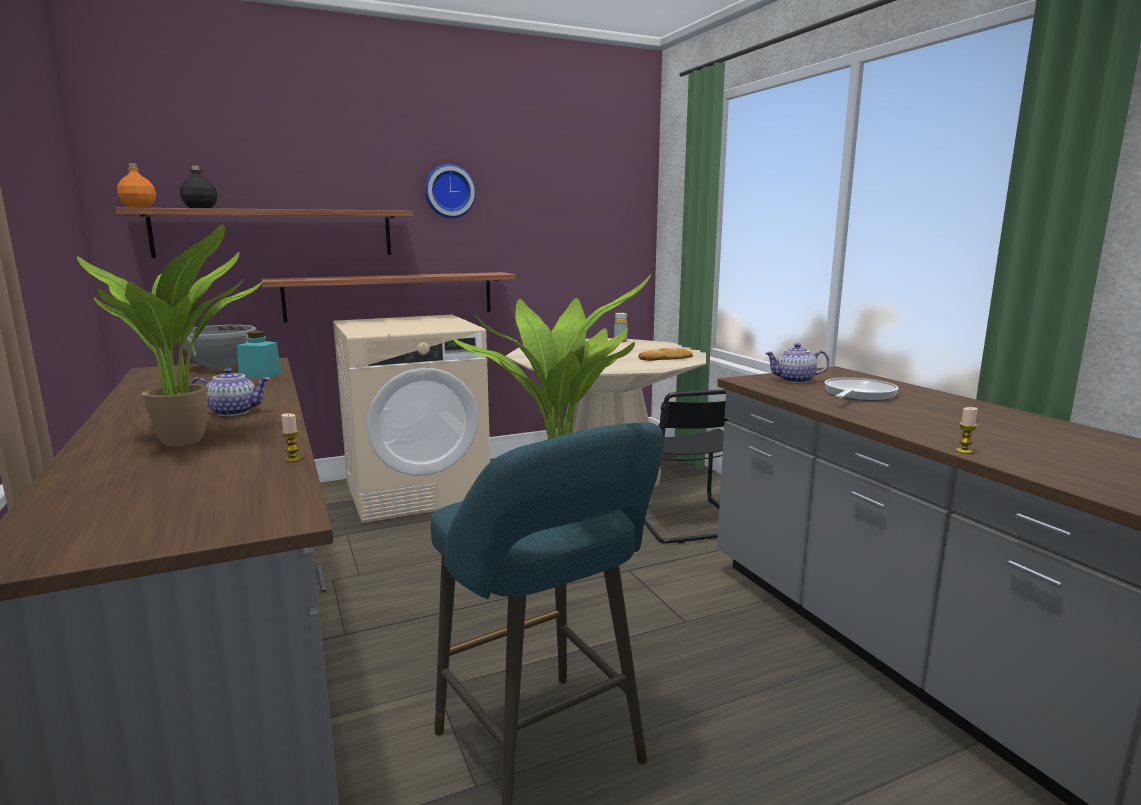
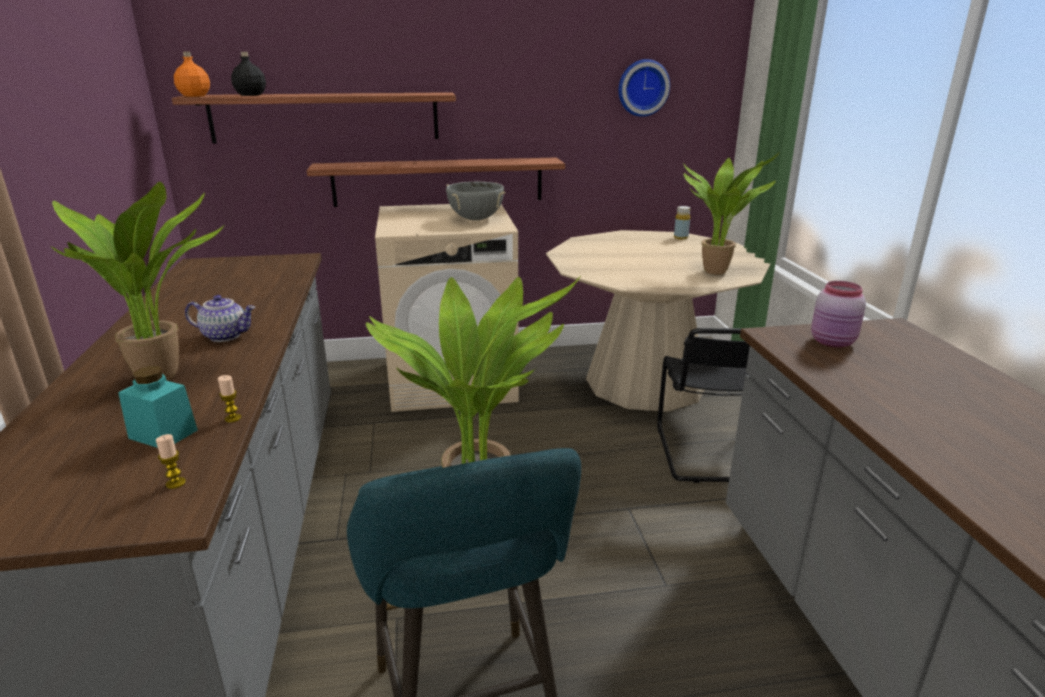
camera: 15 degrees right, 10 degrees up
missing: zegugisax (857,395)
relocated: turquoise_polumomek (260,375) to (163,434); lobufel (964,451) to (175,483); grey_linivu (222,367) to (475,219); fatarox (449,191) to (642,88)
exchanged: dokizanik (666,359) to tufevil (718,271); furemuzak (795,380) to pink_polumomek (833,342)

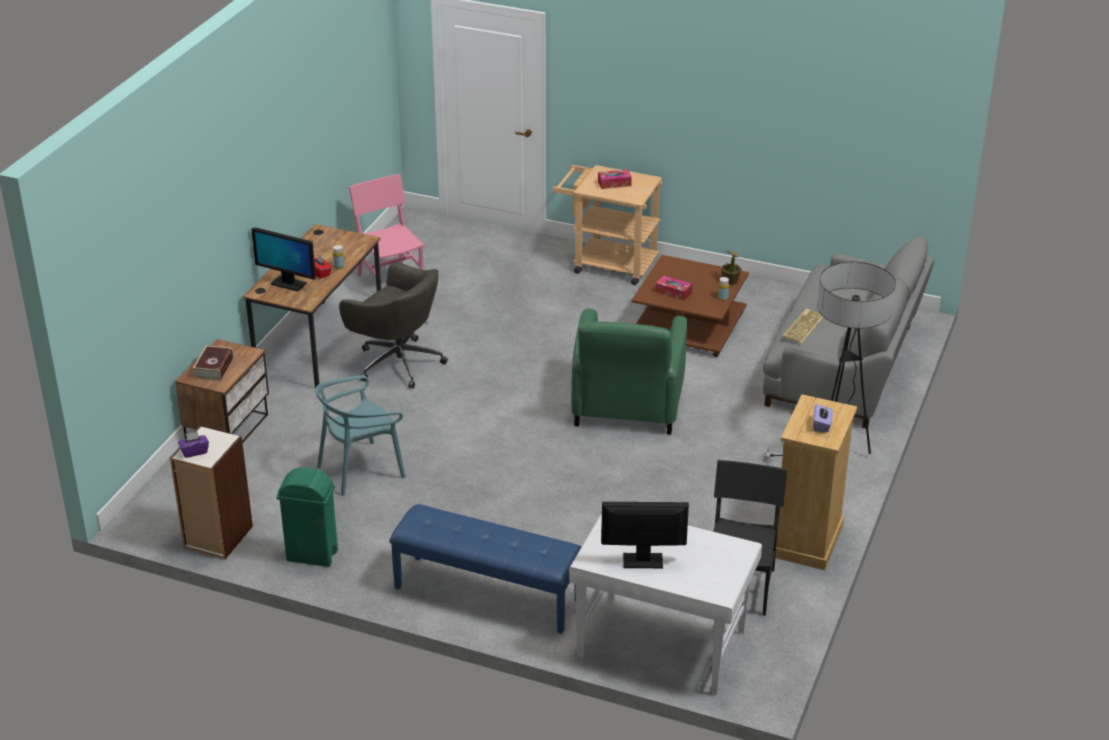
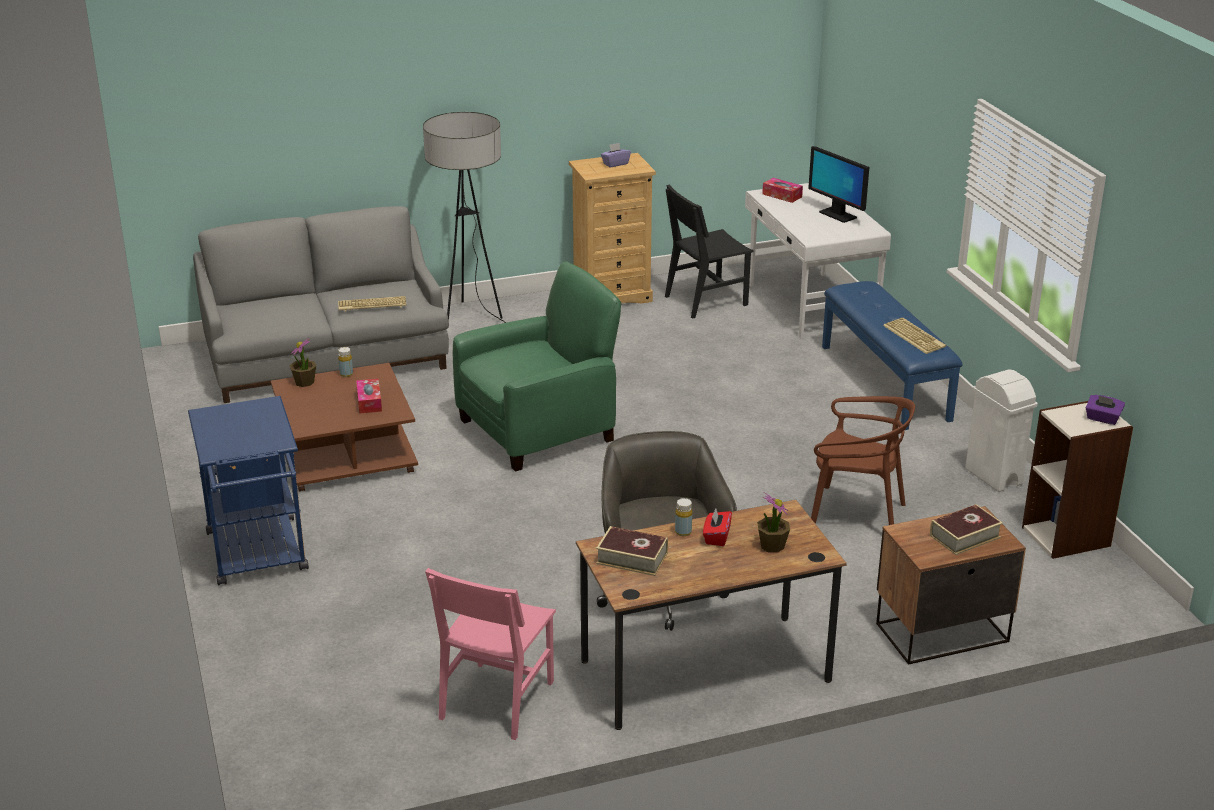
camera: 130 degrees left, 5 degrees down
appeared: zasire (632,558); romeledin (915,337)
relocated: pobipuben (614,183) to (782,195)
exchanged: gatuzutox (288,283) to tufevil (772,545)
colour: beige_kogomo (607,264) to blue_kogomo (259,557); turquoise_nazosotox (360,470) to brown_nazosotox (856,515); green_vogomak (312,556) to white_vogomak (993,476)

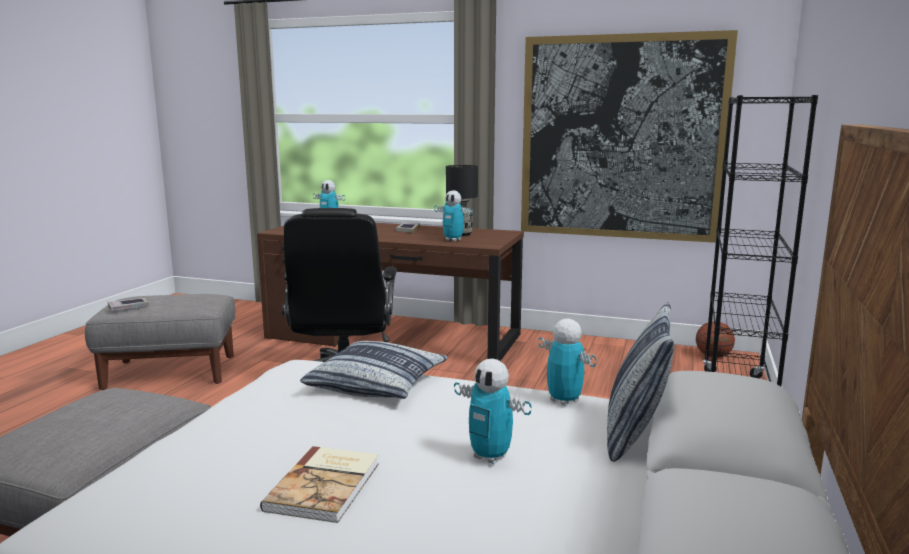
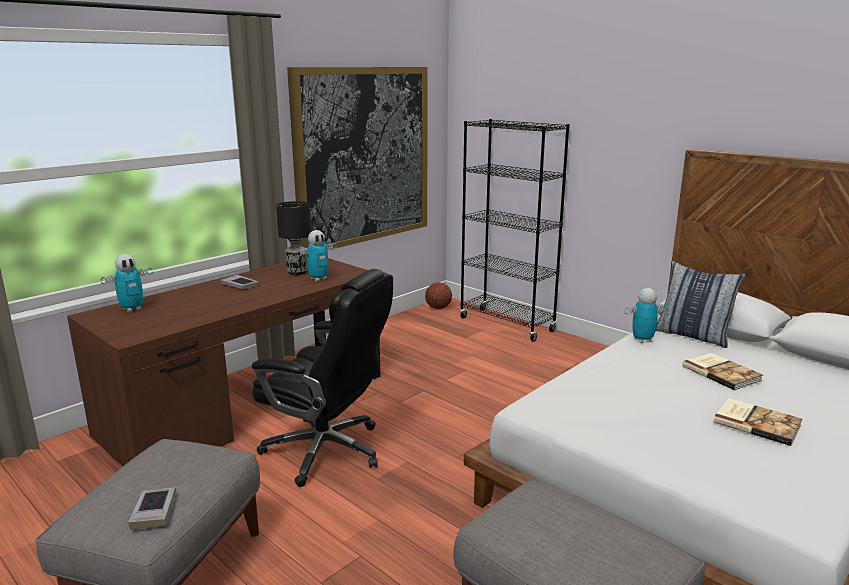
camera: 65 degrees left, 5 degrees up
missing: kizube (377,384)
exchanged: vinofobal (490,457) to zasire (721,372)

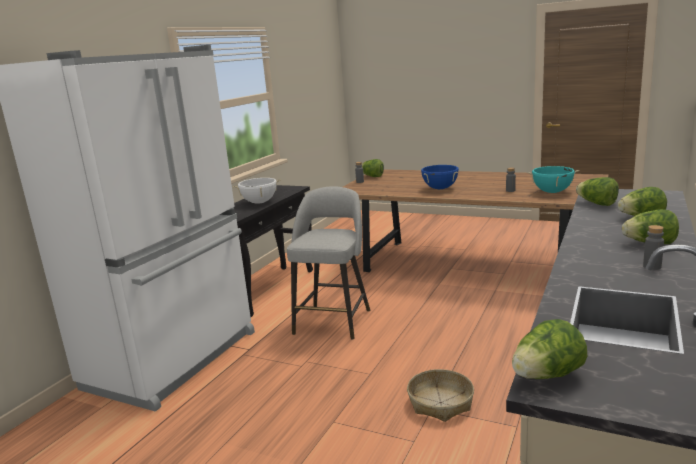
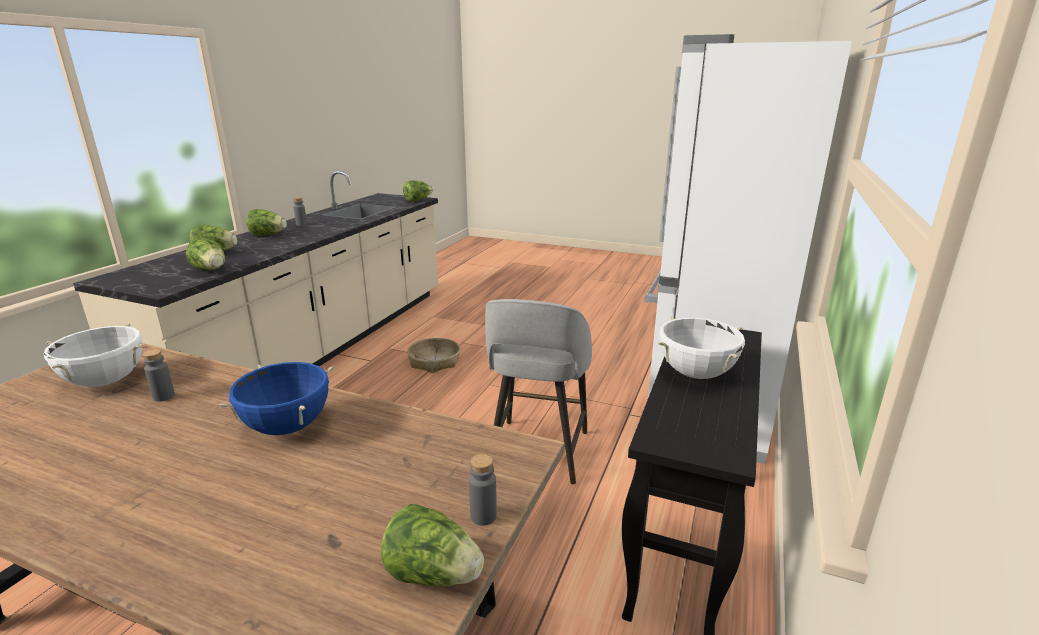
camera: 175 degrees right, 5 degrees up
colour: turquoise_linivu (552,192) to white_linivu (106,381)

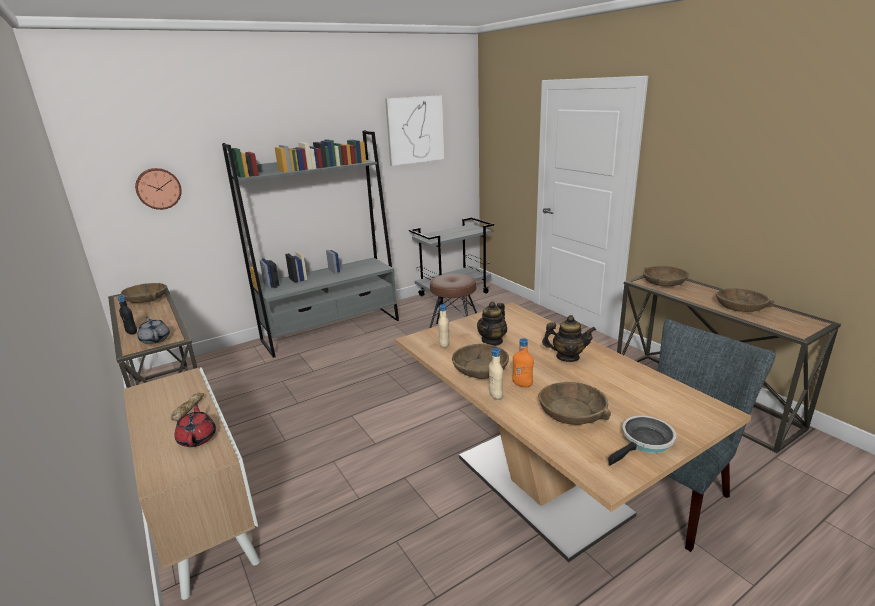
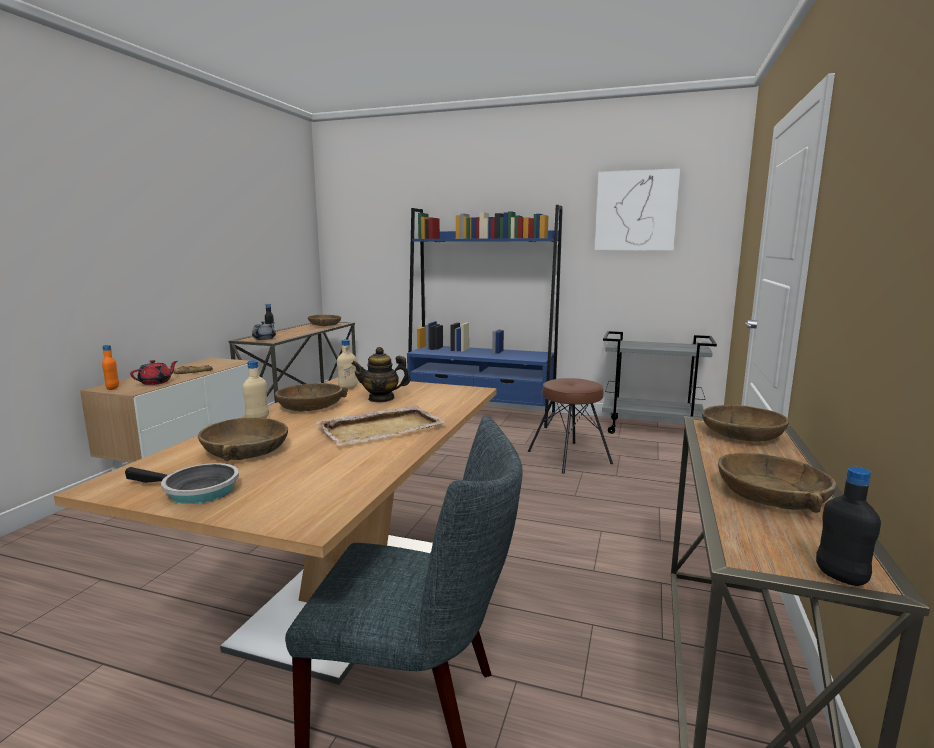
camera: 50 degrees right, 10 degrees down
missing: fatarox (158,188)
appeared: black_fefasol (840,577)
relocated: orange_fefasol (522,385) to (113,388)
exchanged: furemuzak (567,357) to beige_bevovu (382,428)
colour: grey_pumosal (332,330) to blue_pumosal (481,414)

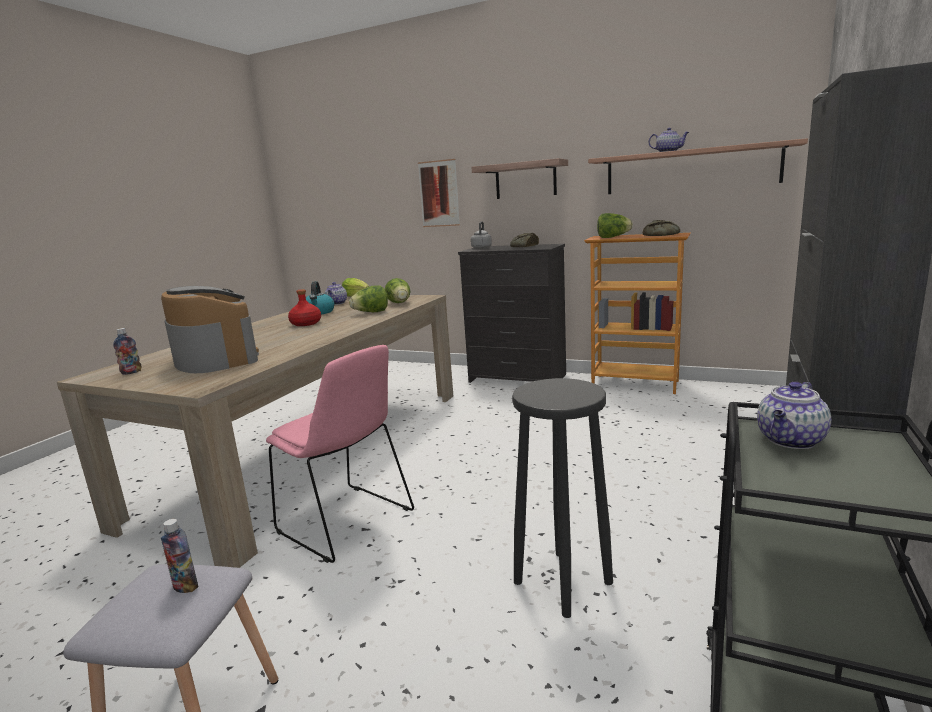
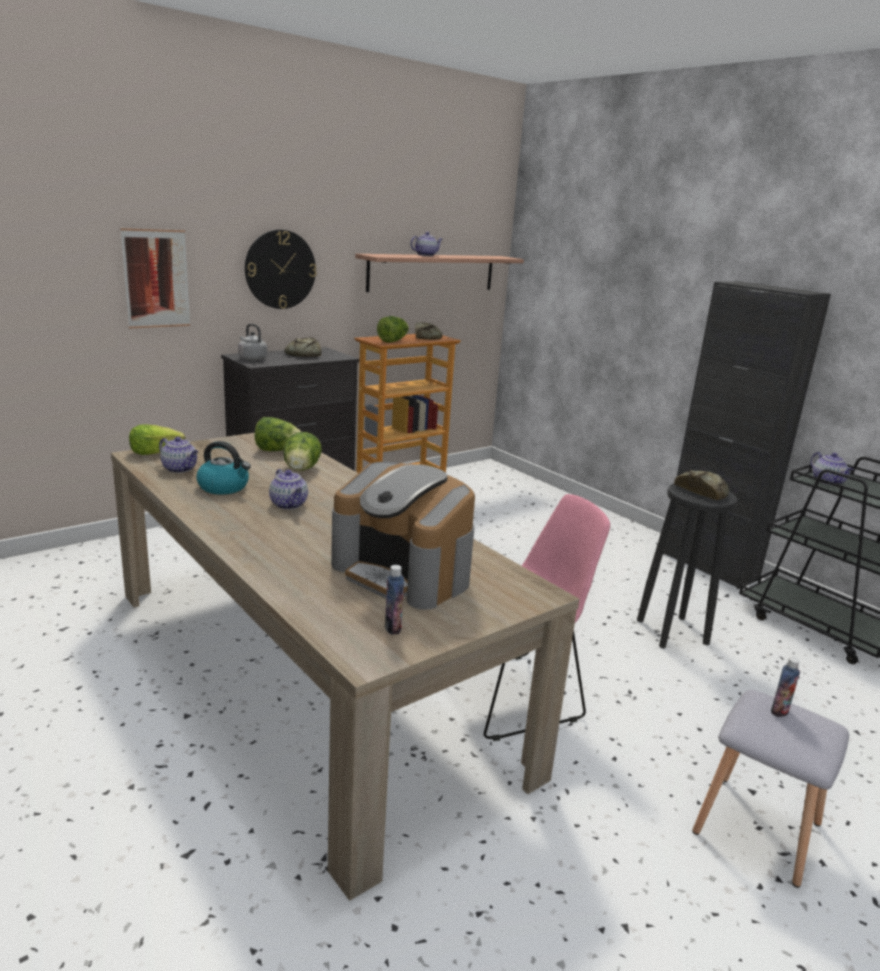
camera: 65 degrees left, 5 degrees up
appeared: dokizanik (702,491)
exchanged: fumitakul (525,180) to fatarox (280,269); red_fefasol (306,324) to furemuzak (289,505)
spun: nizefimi (215,358) = (403,573) 135 degrees counterclockwise

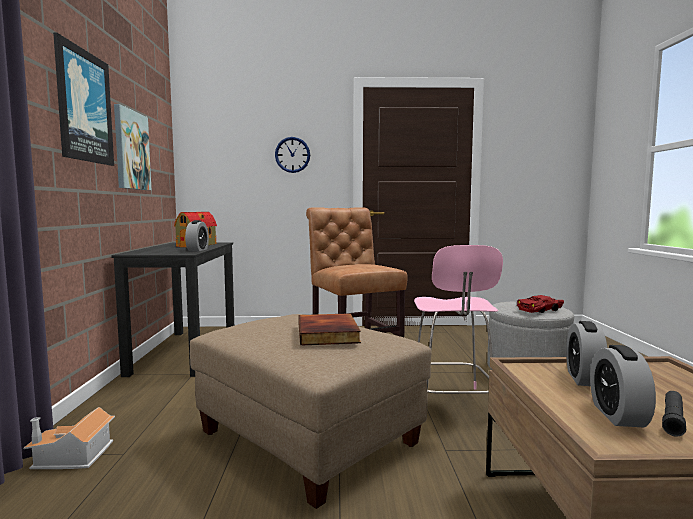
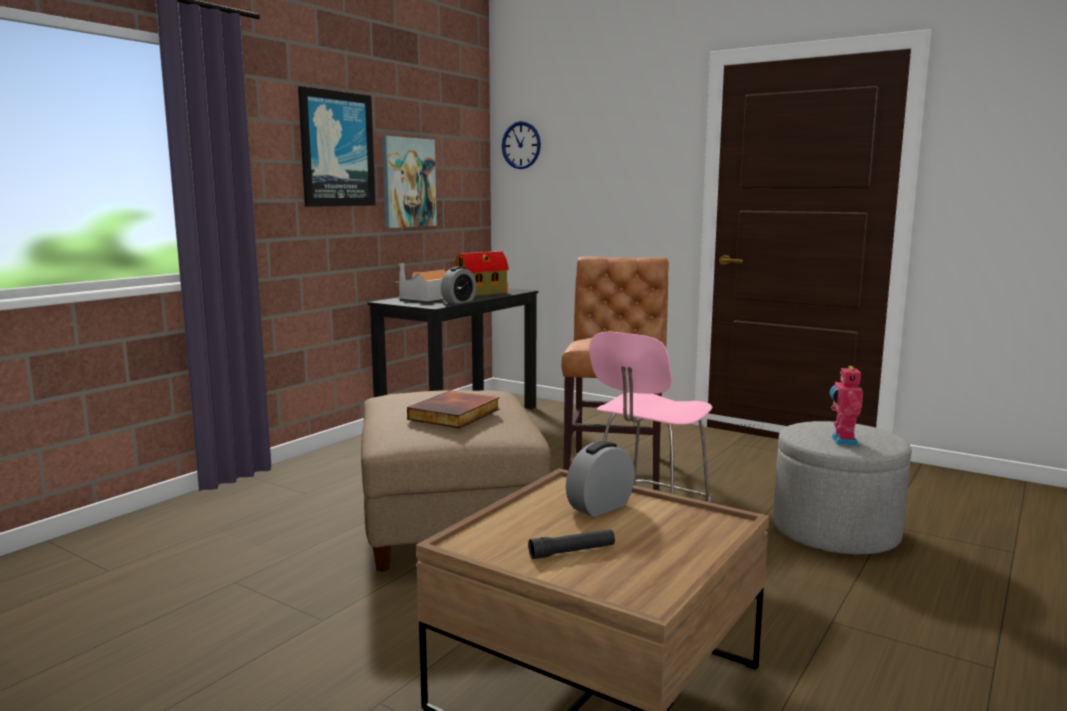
camera: 35 degrees right, 5 degrees up
missing: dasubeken (618,415)
relocated: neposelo (73,457) to (423,298); fatarox (292,155) to (521,145)
exchanged: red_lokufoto (541,310) to vinofobal (842,440)

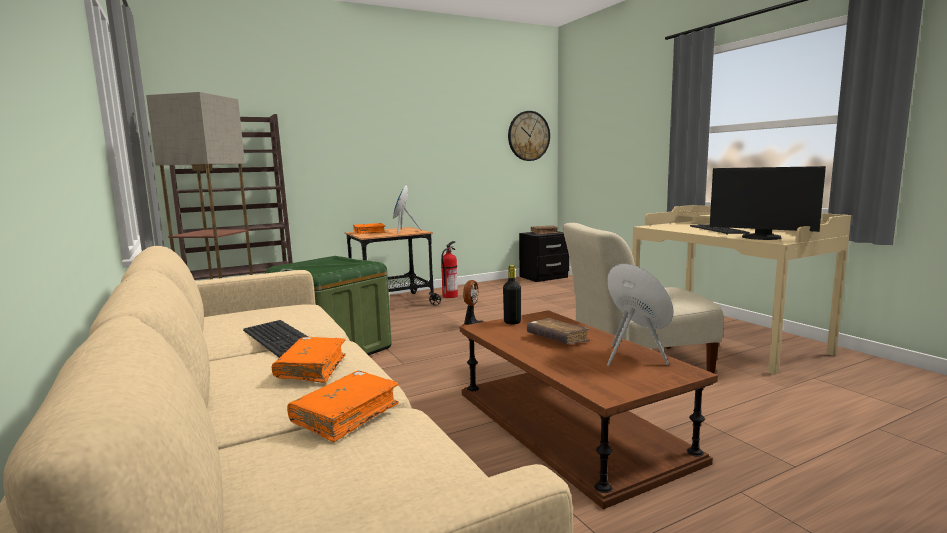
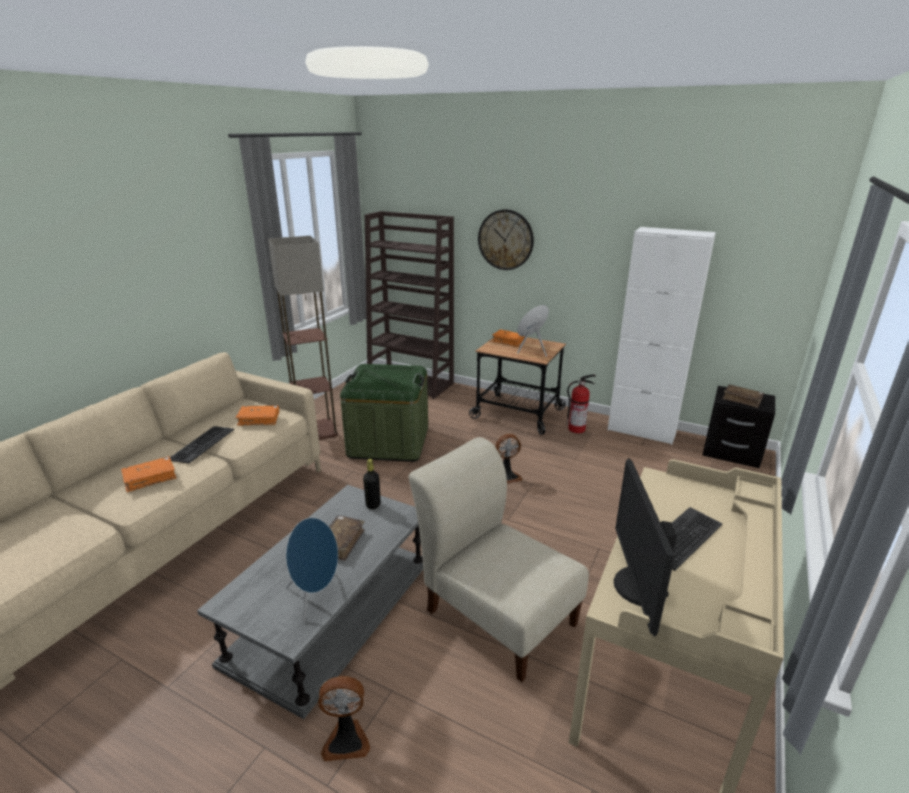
camera: 55 degrees right, 15 degrees up
appeared: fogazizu (346,739); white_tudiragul (641,431)
relocated: orange_zasire (346,415) to (259,419); fatarox (528,136) to (505,240)
colour: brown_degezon (567,424) to grey_degezon (332,608)

